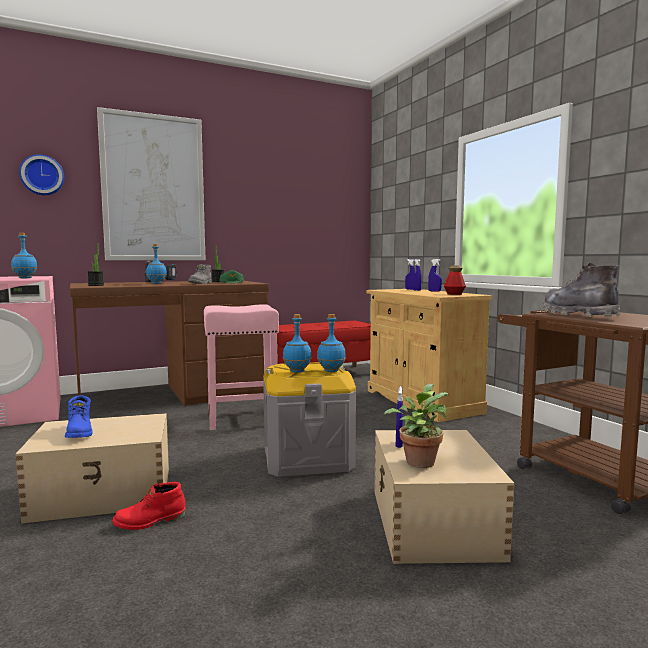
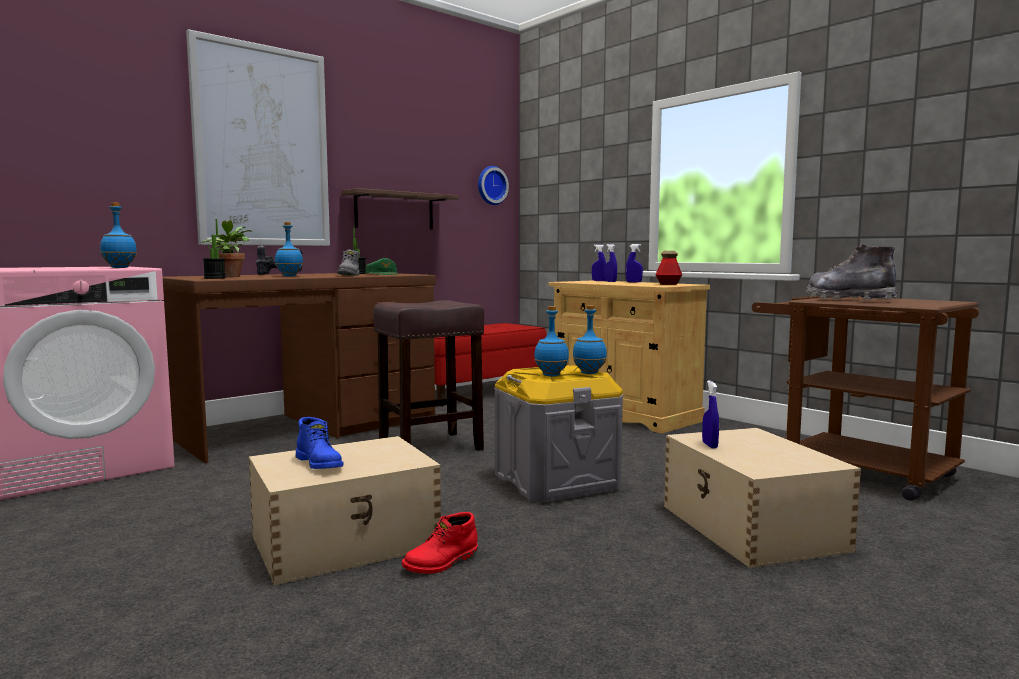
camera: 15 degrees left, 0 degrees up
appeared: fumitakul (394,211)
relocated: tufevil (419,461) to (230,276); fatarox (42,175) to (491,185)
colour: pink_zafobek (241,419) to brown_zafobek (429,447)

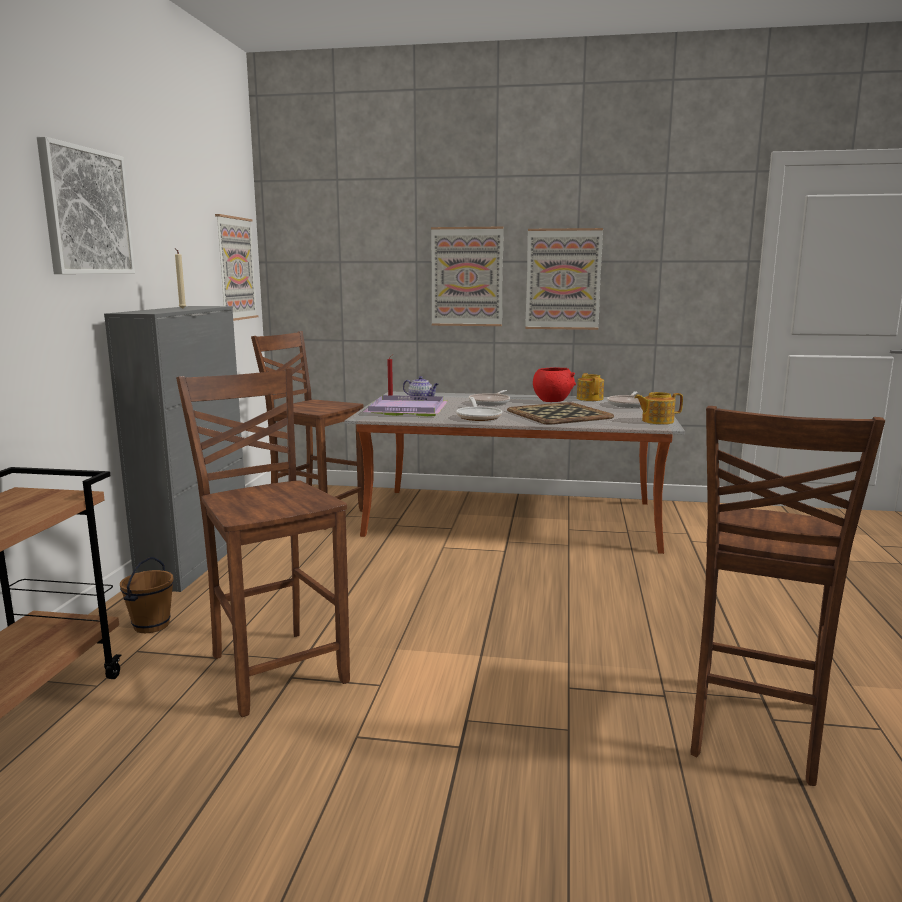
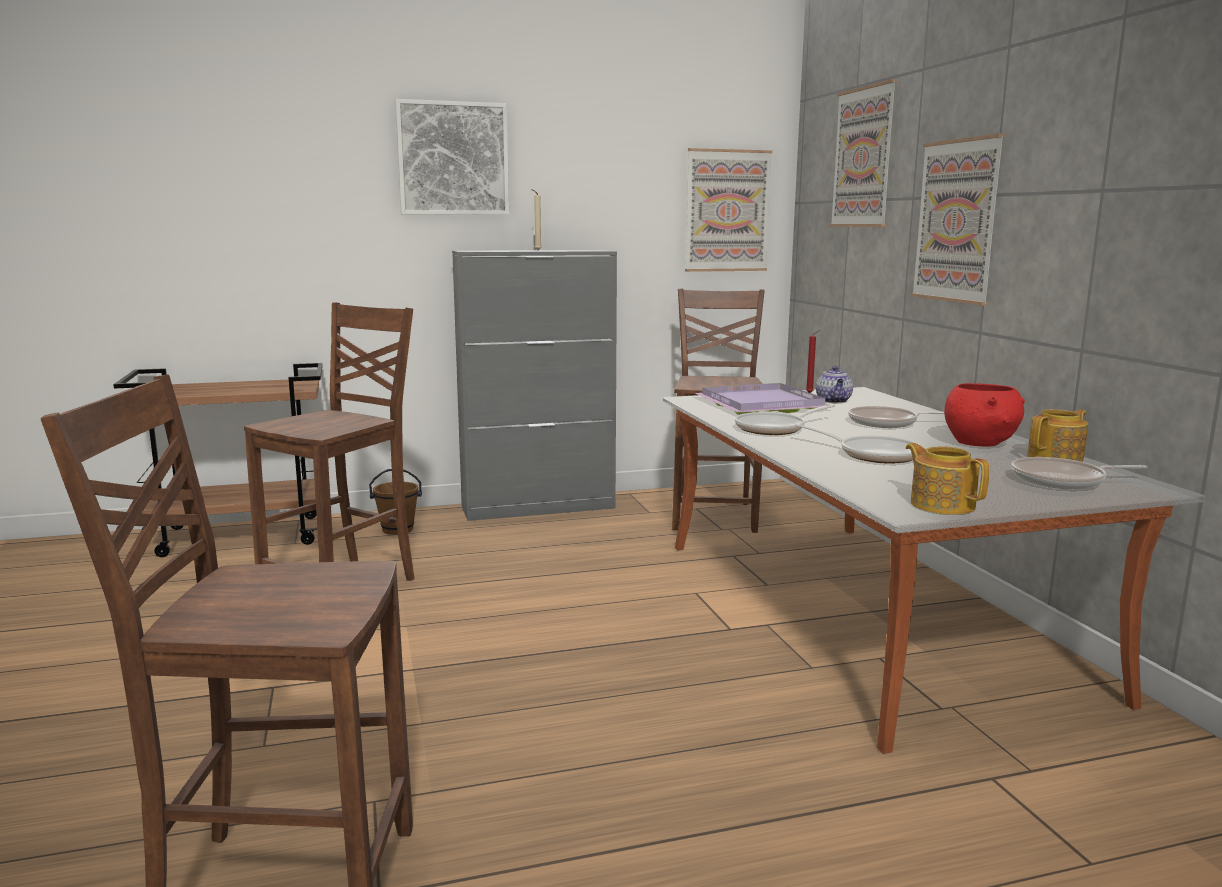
camera: 65 degrees right, 0 degrees up
relocated: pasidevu (563,279) to (863,158)
exchanged: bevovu (558,414) to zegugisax (872,454)

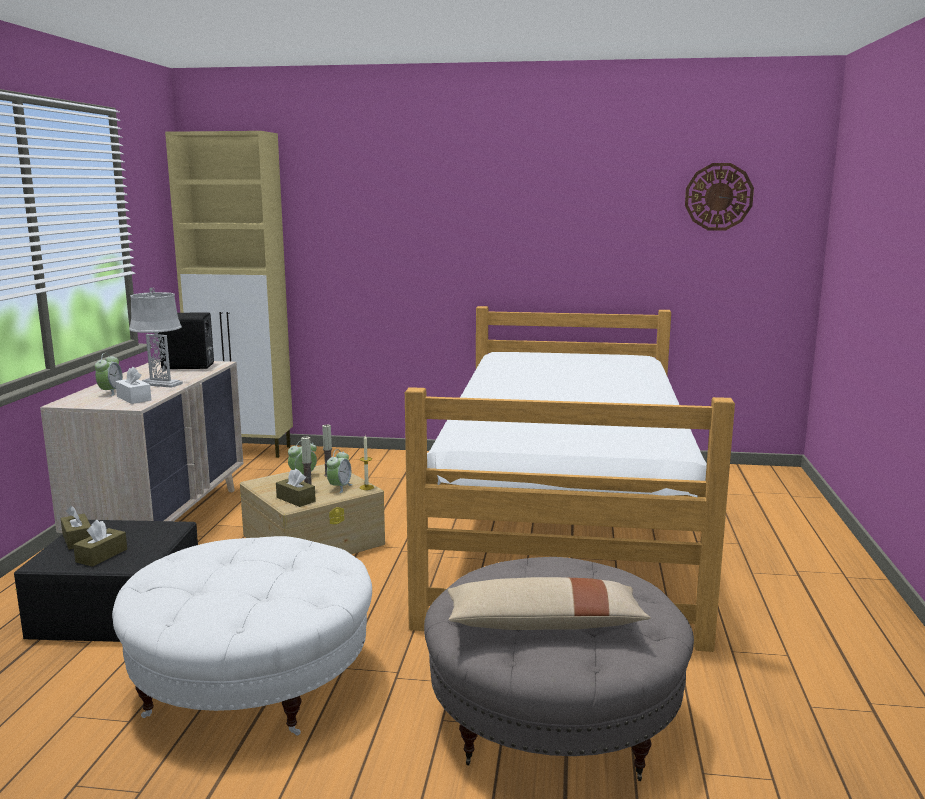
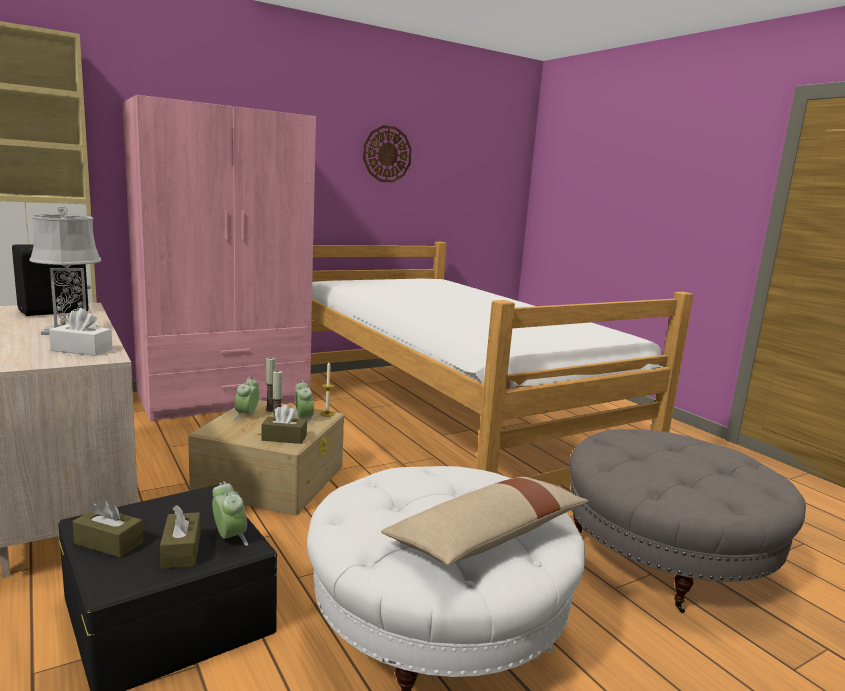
camera: 40 degrees left, 0 degrees up
appeared: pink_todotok (224,398)
relocated: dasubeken (111,392) to (229,538); fatarox (718,197) to (387,154); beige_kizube (544,624) to (487,537)

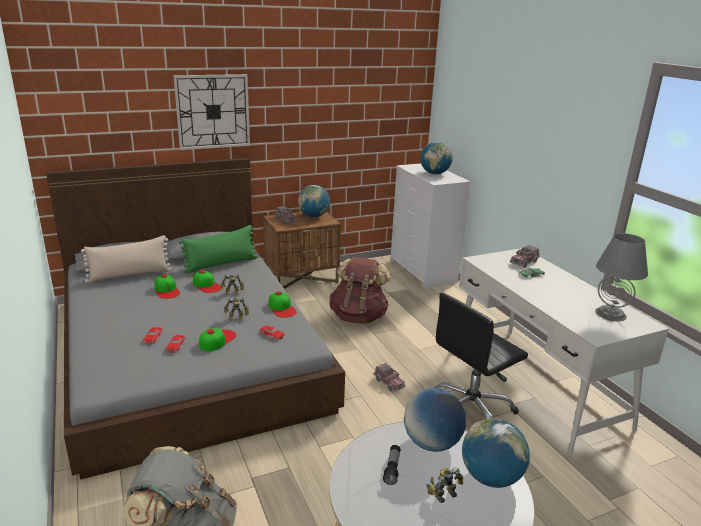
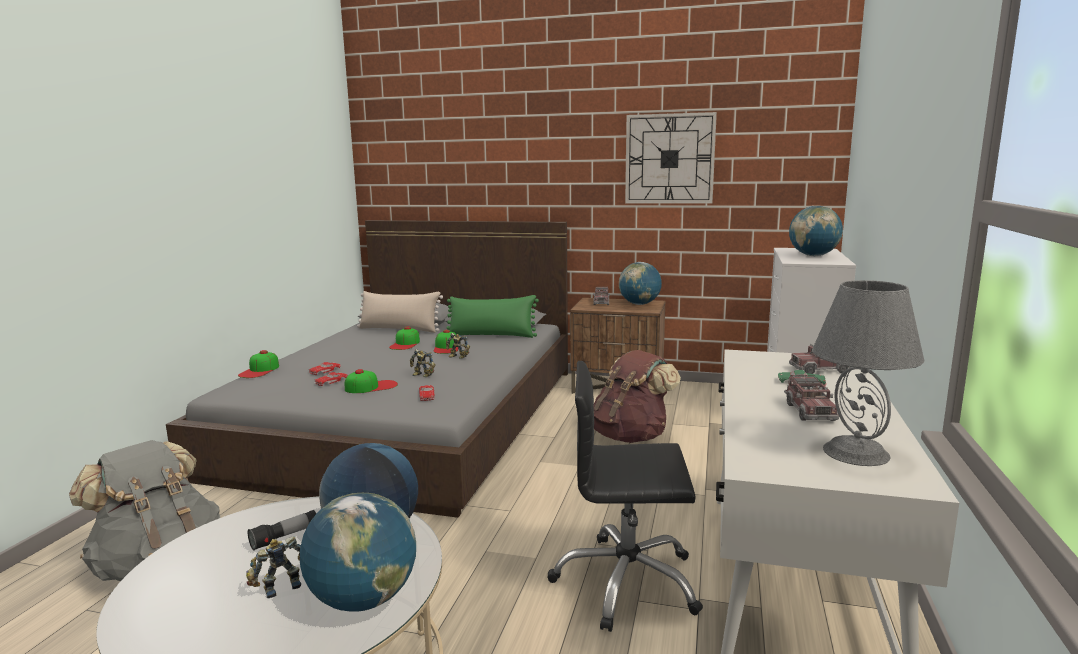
camera: 40 degrees right, 10 degrees down
relocated: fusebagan (282,308) to (259,370); fatarox (213,111) to (669,159); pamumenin (389,382) to (809,411)
spun: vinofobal (443,494) = (280,586) 45 degrees counterclockwise

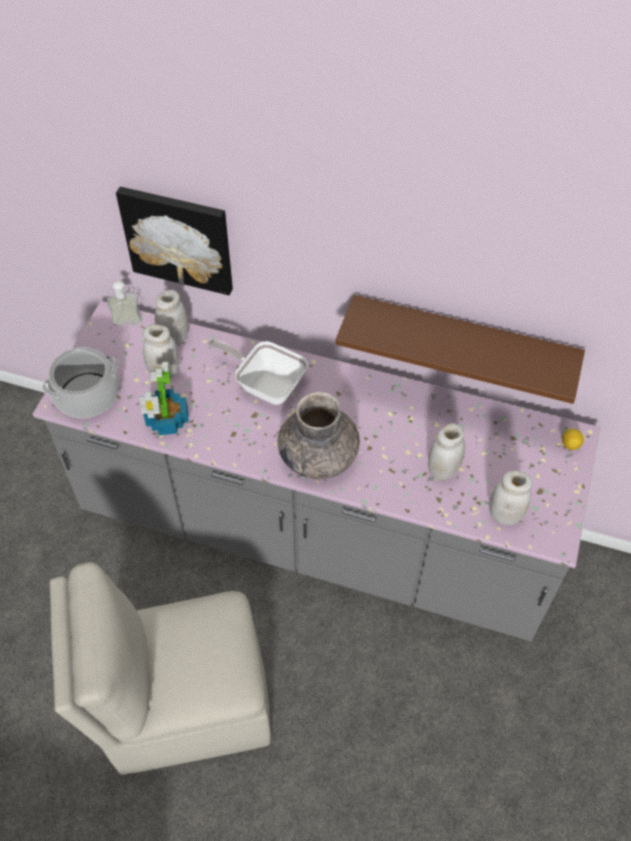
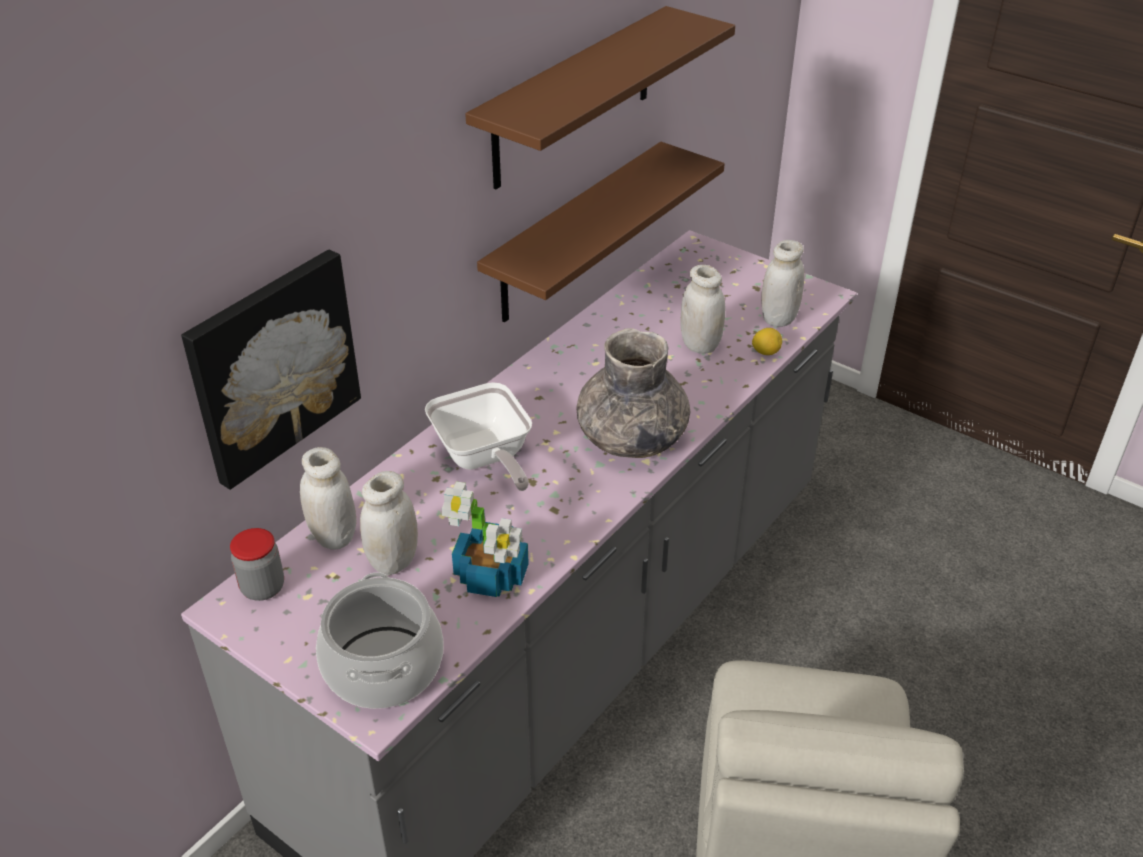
camera: 70 degrees left, 15 degrees down
appeared: brown_fumitakul (573,98)
relocated: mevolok (570,444) to (765,352)
exchanged: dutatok (127,324) to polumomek (263,588)
spun: zegugisax (266,384) = (484,459) 75 degrees counterclockwise

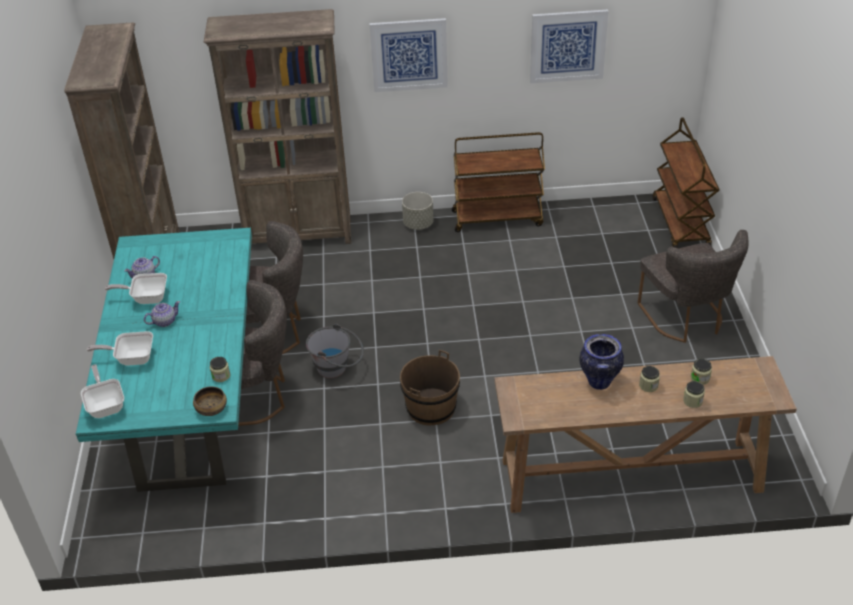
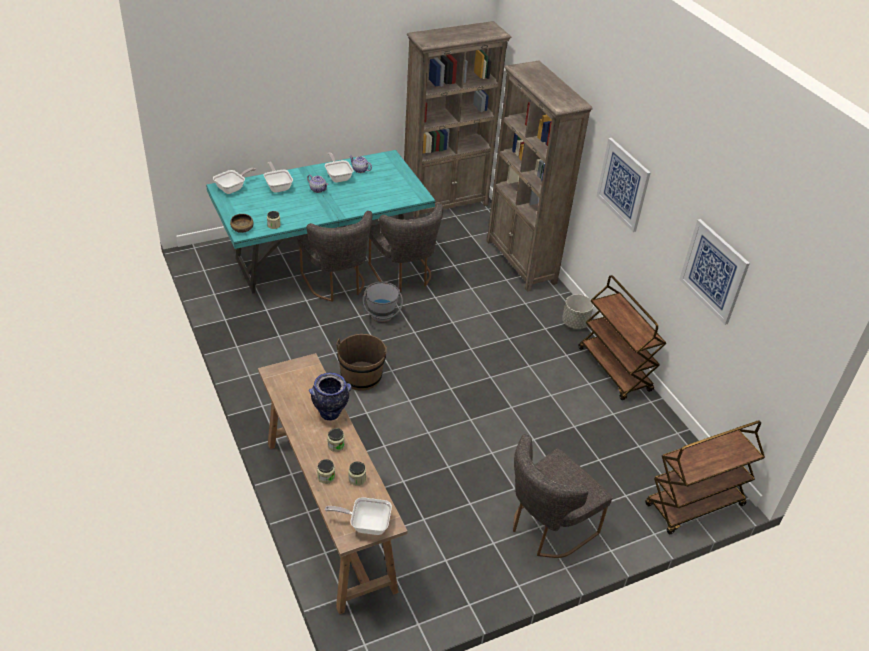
camera: 65 degrees right, 0 degrees up
appeared: zegugisax (366,524)

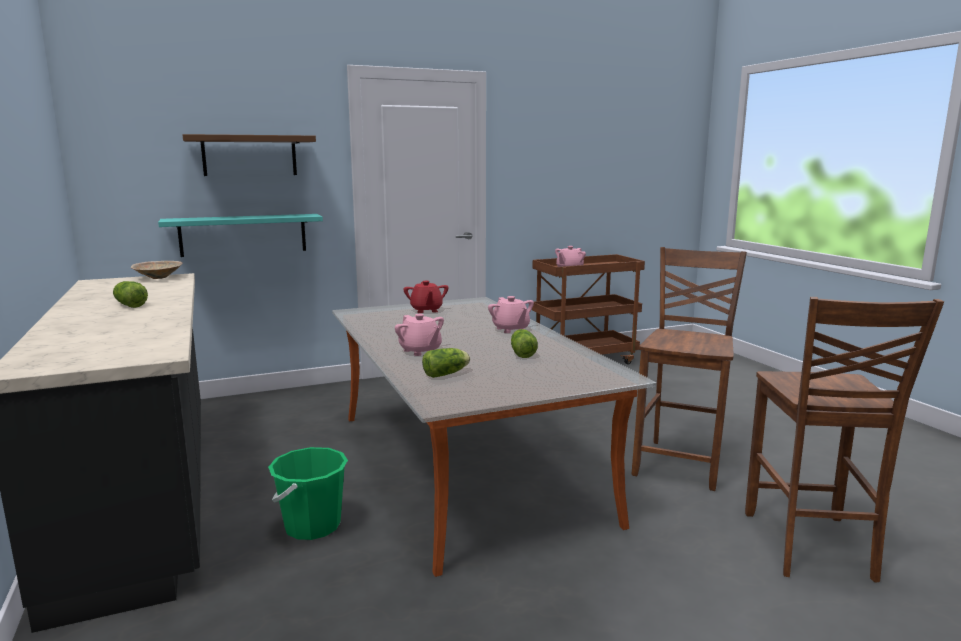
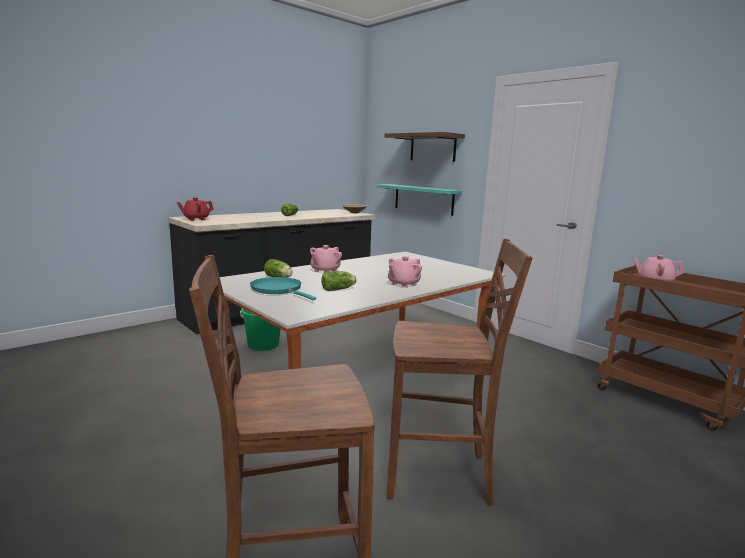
camera: 70 degrees right, 0 degrees up
appeared: turquoise_zegugisax (278,290)
relocated: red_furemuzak (426,310) to (196,219)

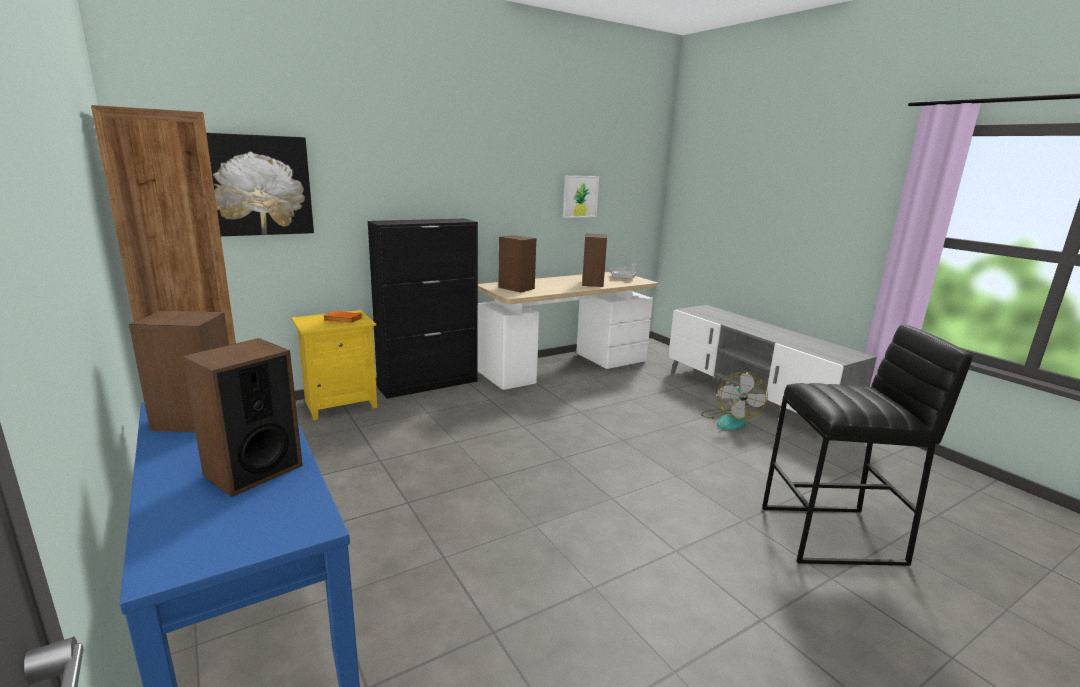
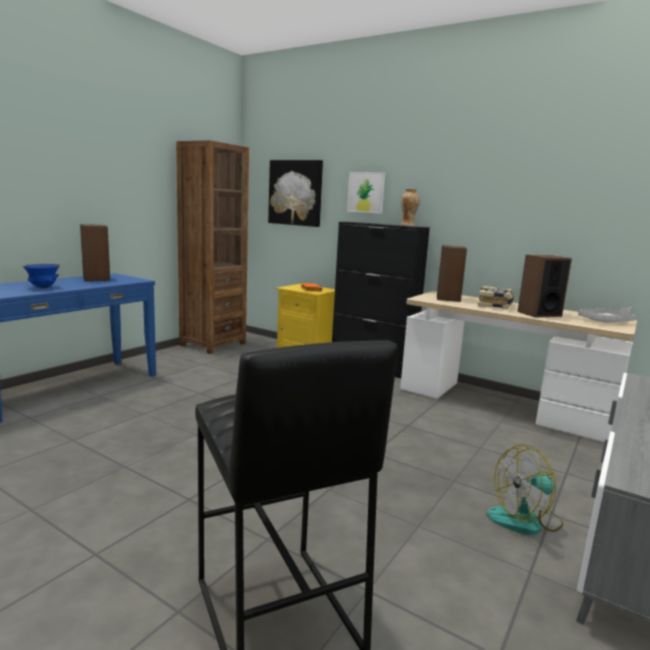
camera: 65 degrees right, 5 degrees down
appeared: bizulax (407,225); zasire (495,305)
relocated: pasidevu (580,196) to (366,192)
exchanged: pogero (253,470) to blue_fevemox (43,287)

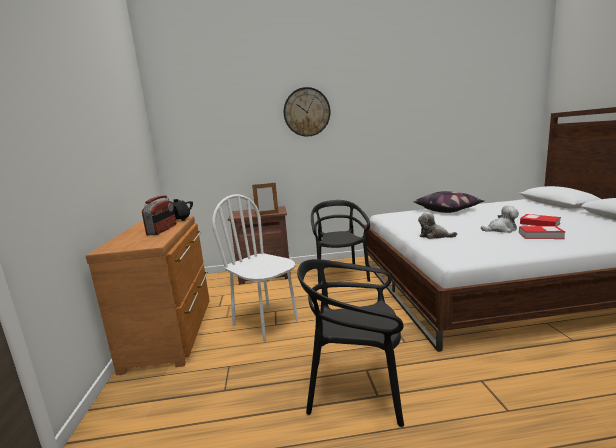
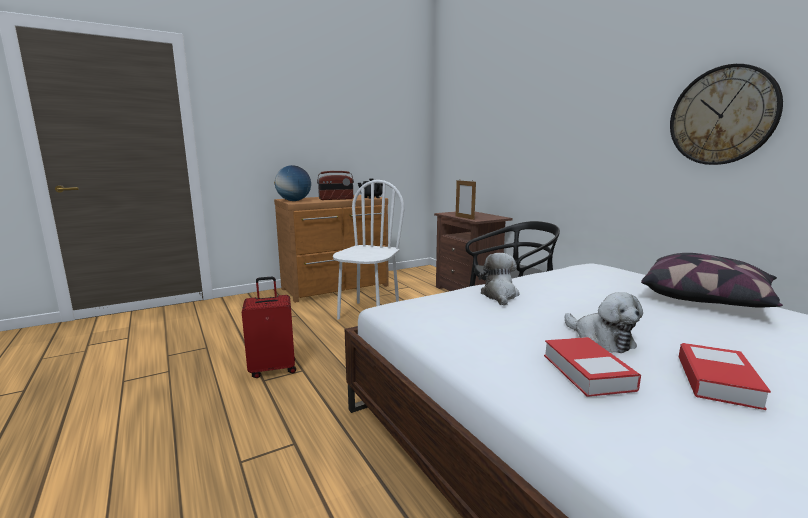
camera: 65 degrees right, 0 degrees up
appeared: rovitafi (294,201)
relocated: fatarox (306,112) to (722,116)
exchanged: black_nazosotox (355,388) to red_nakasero (273,368)

